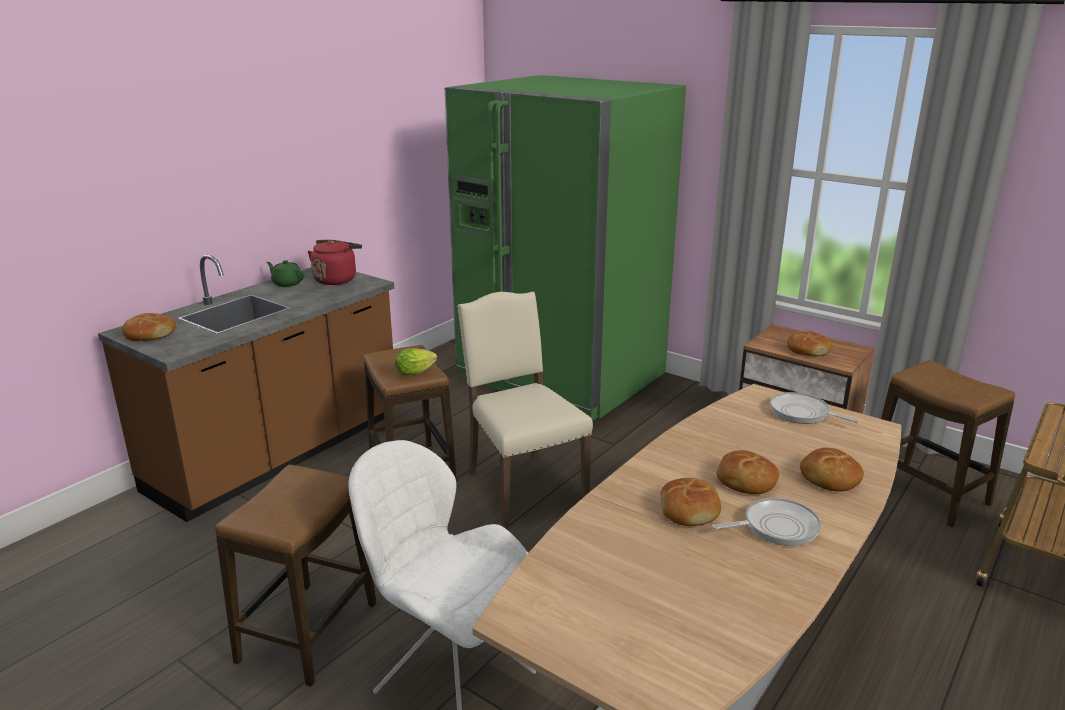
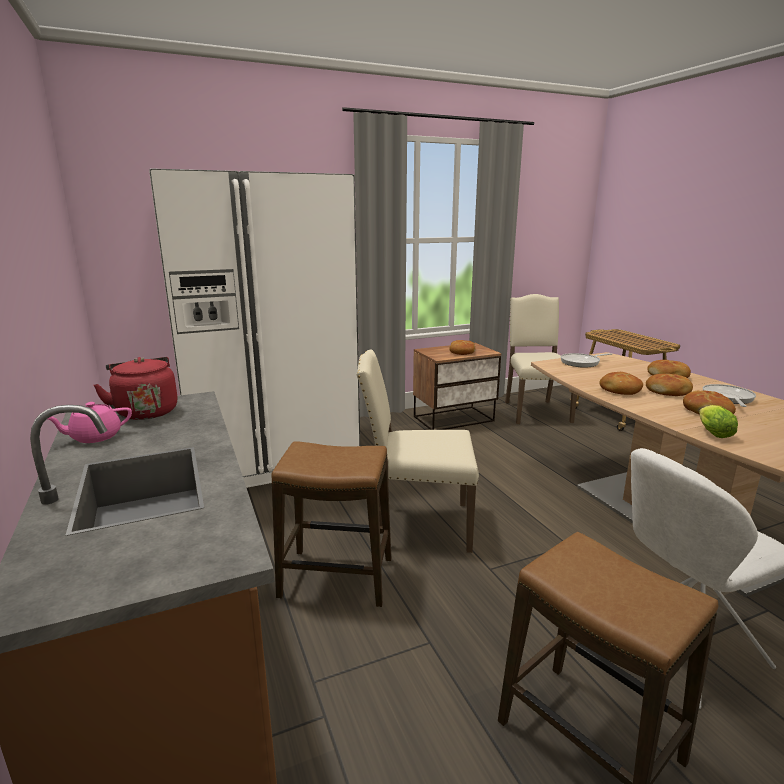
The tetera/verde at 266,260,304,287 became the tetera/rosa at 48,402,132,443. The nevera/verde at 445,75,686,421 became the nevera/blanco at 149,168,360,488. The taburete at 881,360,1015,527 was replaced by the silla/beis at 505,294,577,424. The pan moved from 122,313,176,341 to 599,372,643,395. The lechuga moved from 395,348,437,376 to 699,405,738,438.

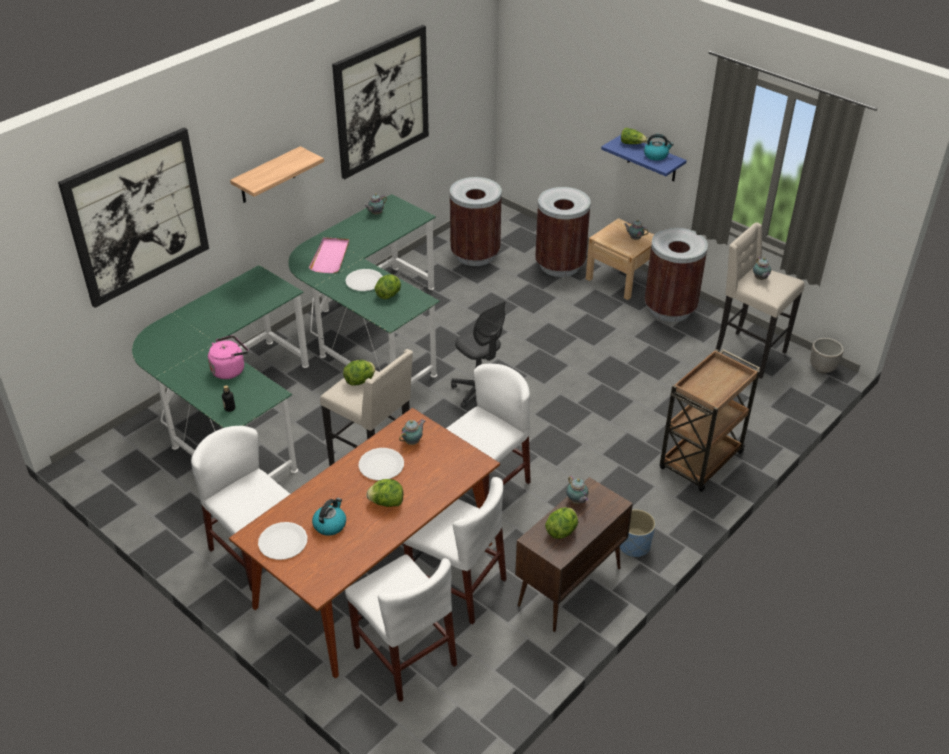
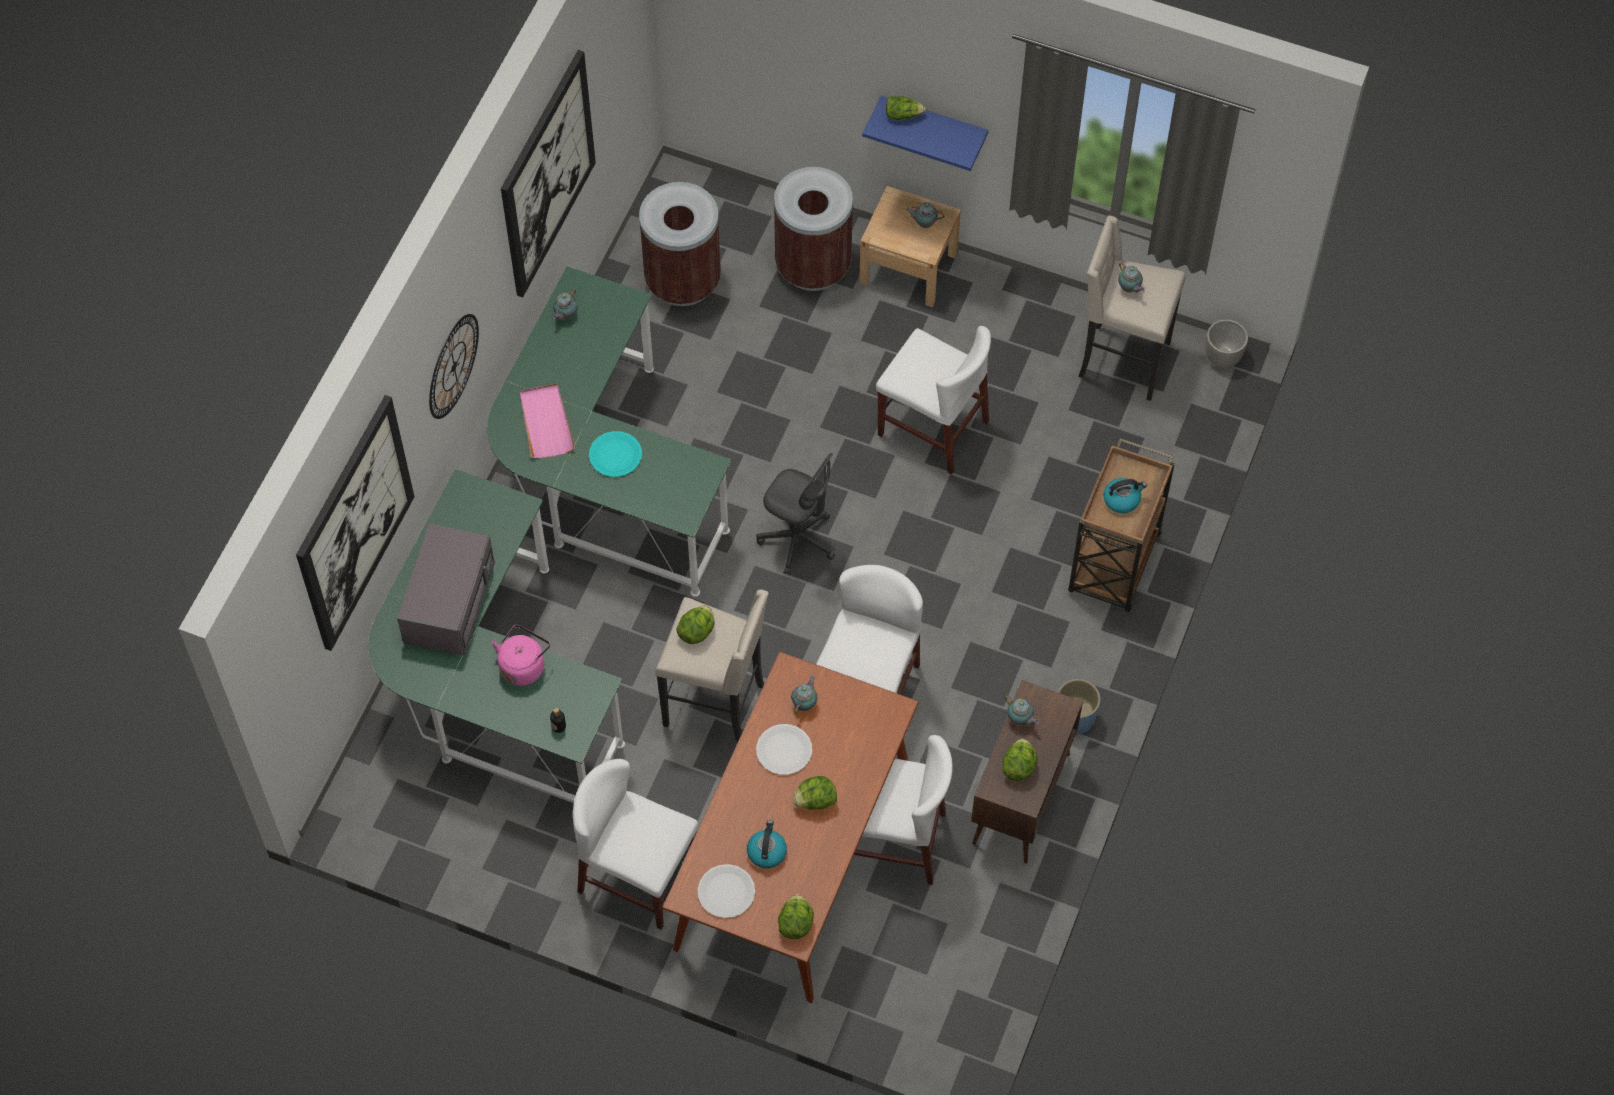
The microondas/gris at 397,524,495,656 appeared. The estante at 230,146,324,203 was replaced by the reloj de pared at 429,314,479,419. The plato/blanco at 345,269,383,291 became the plato/turquesa at 589,431,642,477. The lechuga moved from 374,274,401,299 to 778,894,814,939. The silla/blanco moved from 345,555,457,702 to 876,326,991,475. The hervidor moved from 644,134,674,161 to 1103,478,1147,513. The papelera/marrón at 644,228,708,322 disappeared.

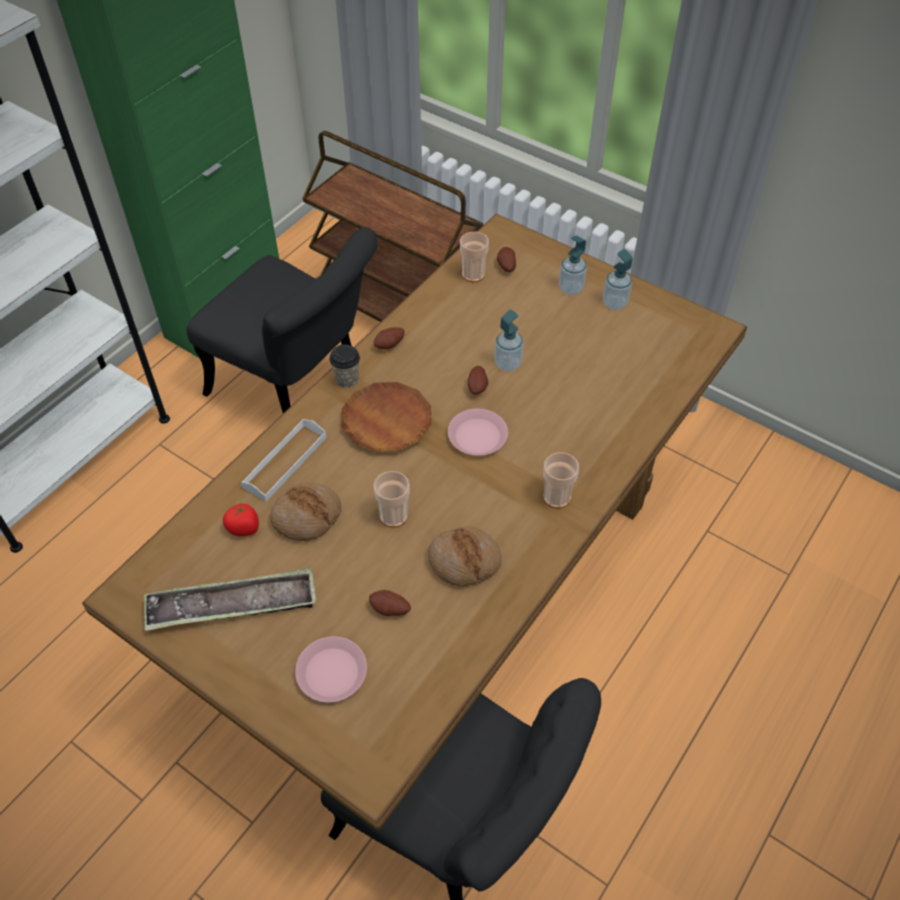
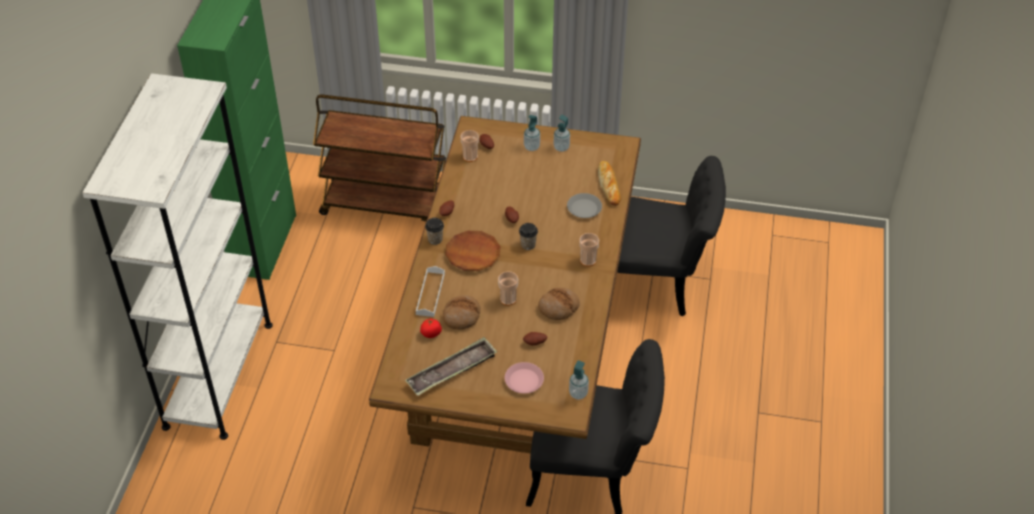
The plato/rosa at 448,409,508,456 was replaced by the taza at 519,223,538,250. The plato/gris at 567,193,602,218 appeared. The dispensador de jabón moved from 495,310,523,371 to 569,360,589,400. The pan at 598,161,621,206 appeared. The silla/negro moved from 187,227,378,413 to 617,156,726,316.

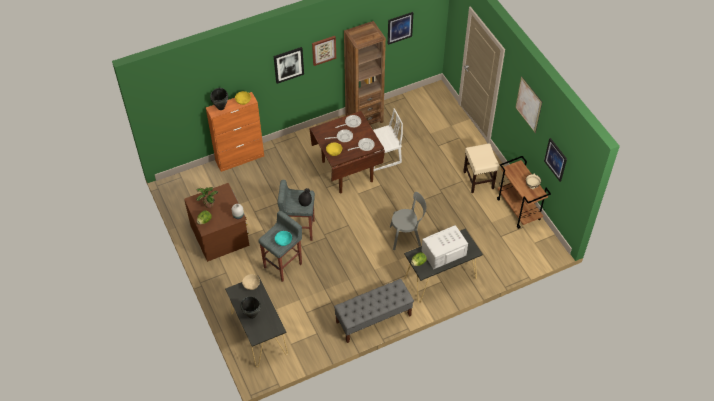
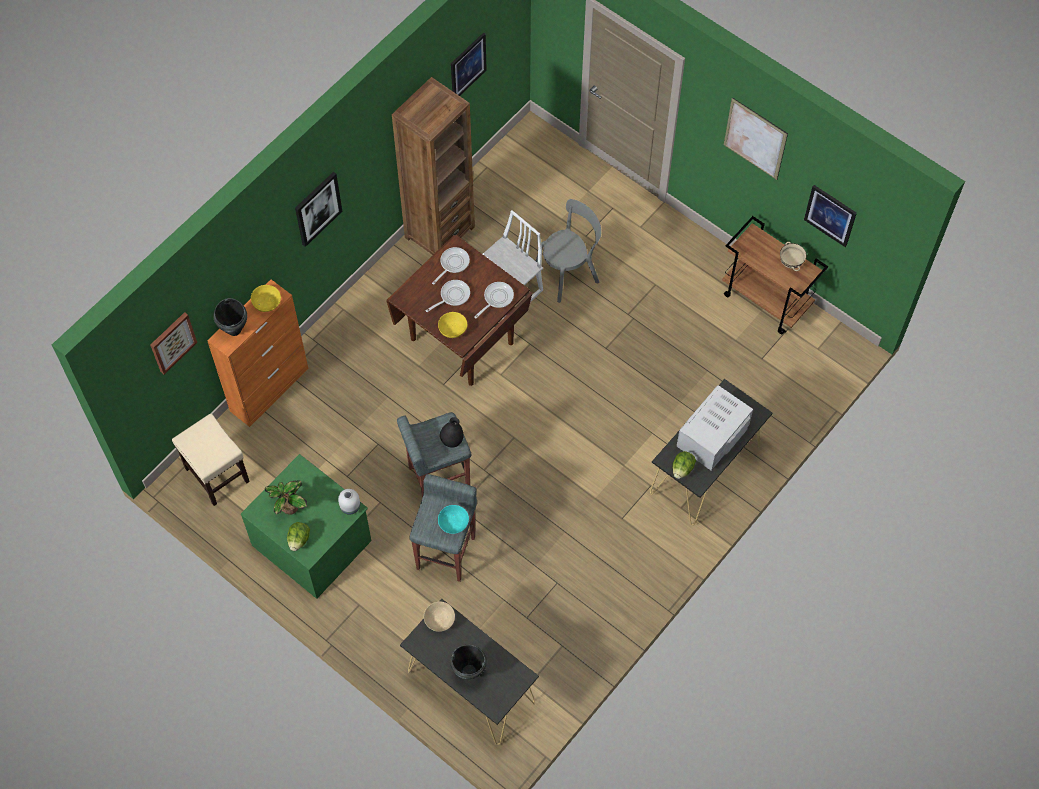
The cuadro moved from 312,36,336,66 to 150,312,197,374. The taburete/beis moved from 463,143,499,193 to 172,413,250,506. The cómoda/marrón at 184,183,249,262 became the cómoda/verde at 241,454,371,599. The silla/gris moved from 390,192,426,250 to 536,199,601,303. The banco/gris at 334,279,414,343 disappeared.

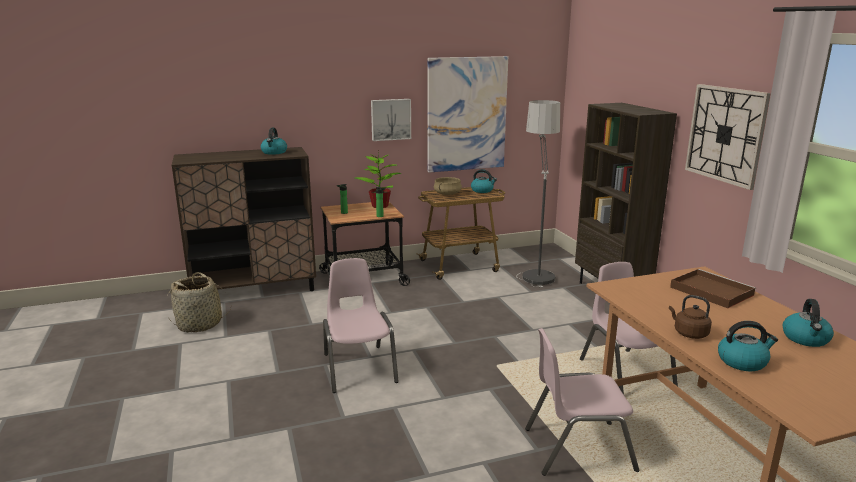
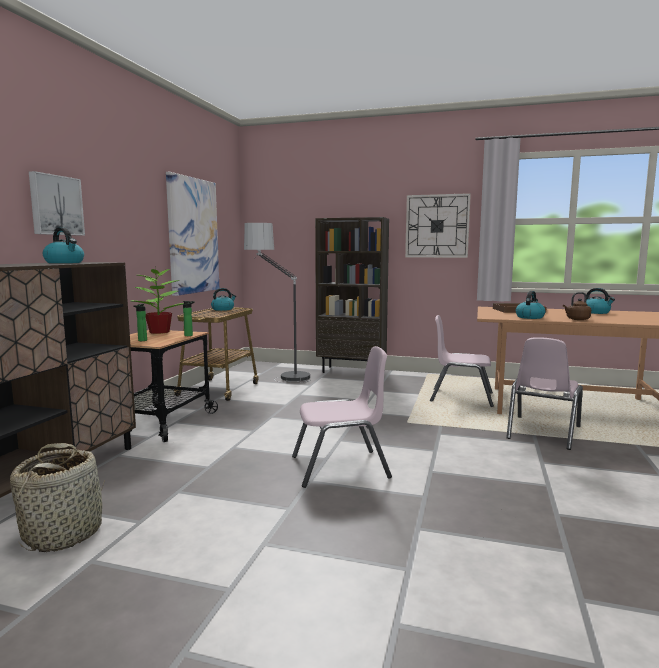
The cuadro moved from 371,99,411,141 to 29,171,85,236. The silla/rosa at 323,258,399,393 turned 150 degrees clockwise. The hervidor moved from 718,321,778,371 to 515,291,546,319. The olla/beis at 434,177,462,195 disappeared.

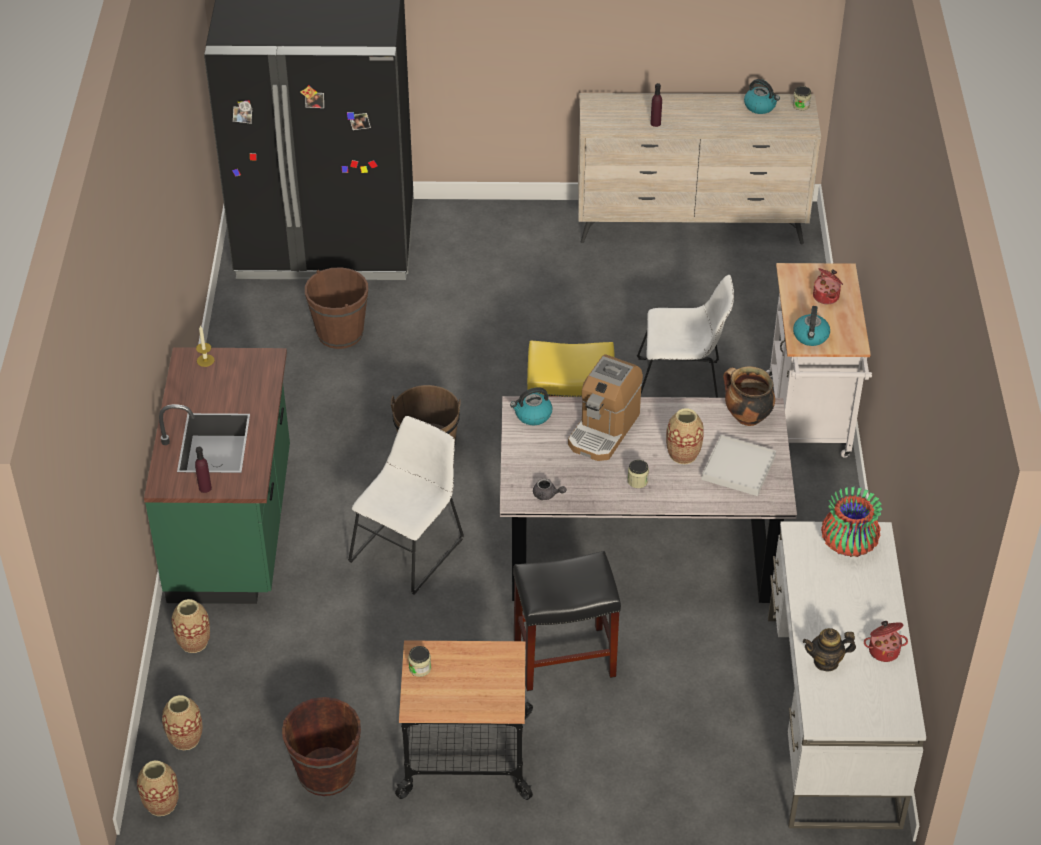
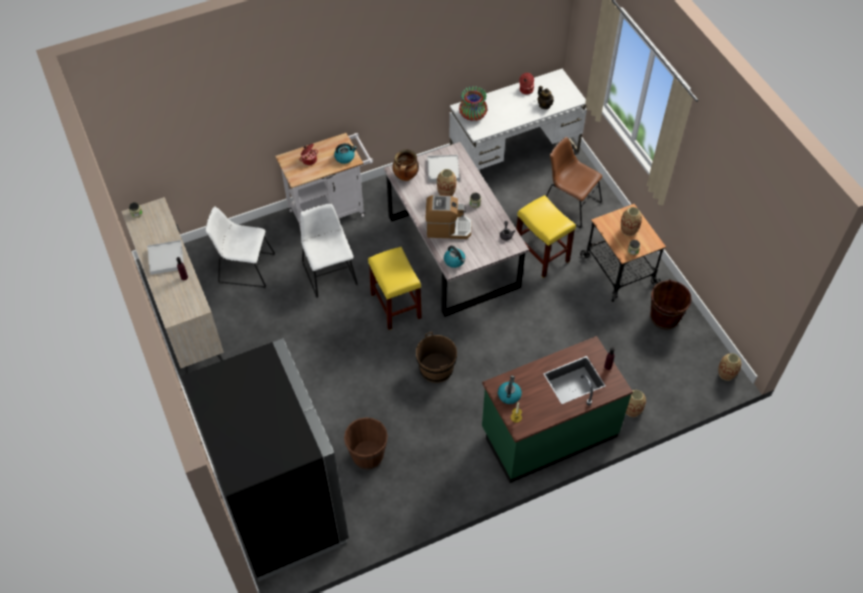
The bandeja/blanco at 147,240,184,275 appeared. The silla/blanco moved from 348,416,464,595 to 206,206,275,288. The hervidor moved from 744,79,780,114 to 498,376,522,404. The taburete/negro at 513,551,621,691 became the taburete/amarillo at 516,195,576,278. The silla/marrón at 546,137,602,228 appeared. The florero moved from 162,695,203,750 to 621,207,642,236.

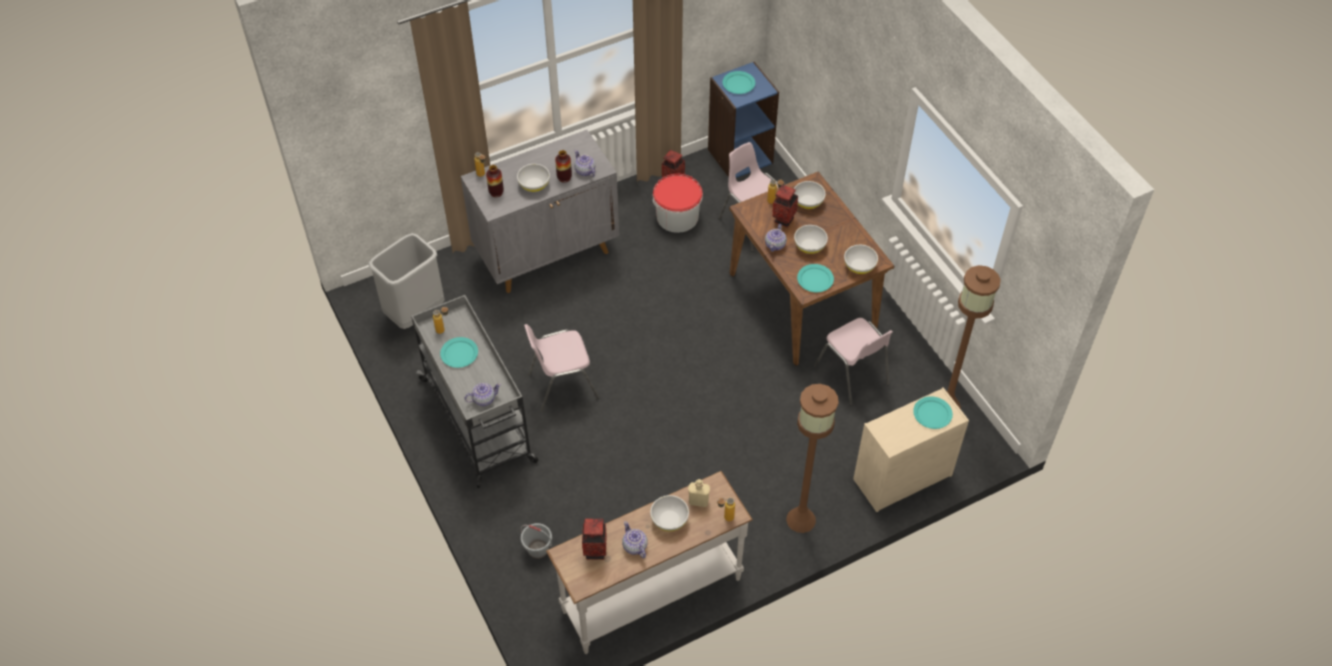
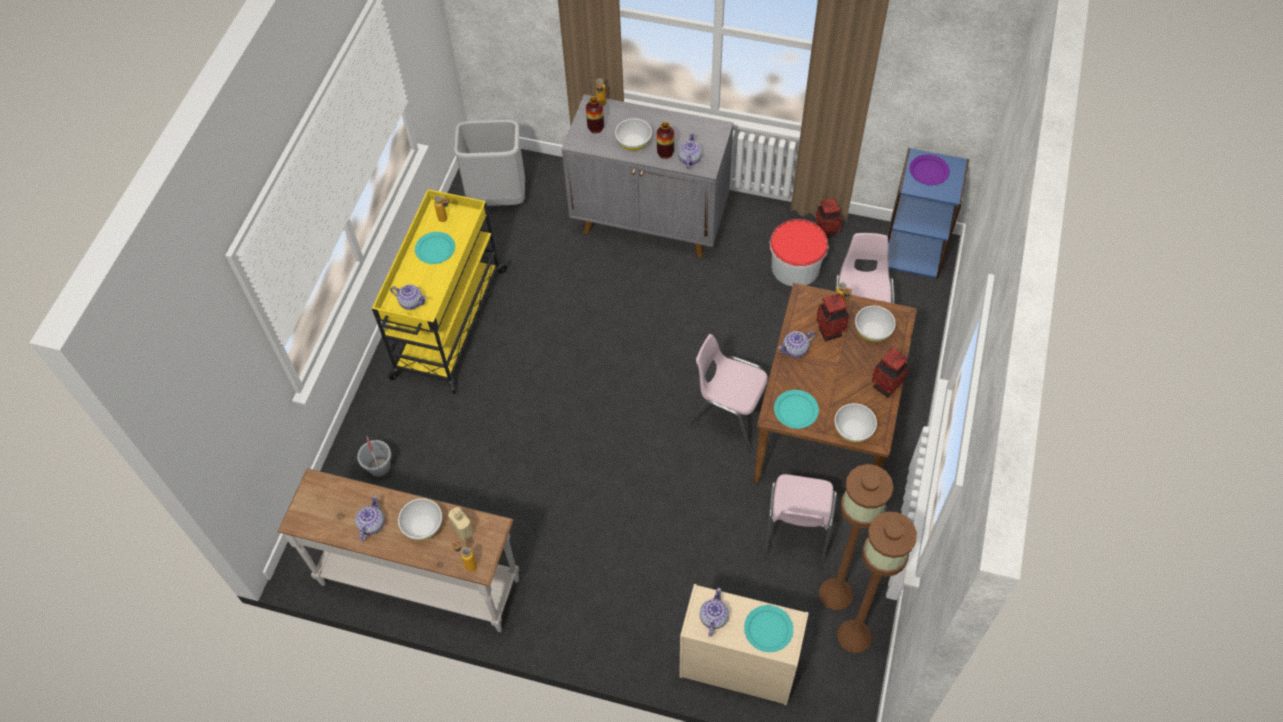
The carrito/gris at 411,295,538,488 became the carrito/amarillo at 372,189,508,394. The silla/rosa moved from 524,324,599,412 to 689,334,768,451. The tetera at 700,588,729,637 appeared. The lámpara de pie/marrón moved from 786,384,838,533 to 819,464,894,610. The florero moved from 582,519,606,560 to 871,348,909,398. The plato/turquesa at 722,71,755,94 became the plato/morado at 909,155,950,185. The cuenco/blanco at 794,225,828,254 disappeared.

